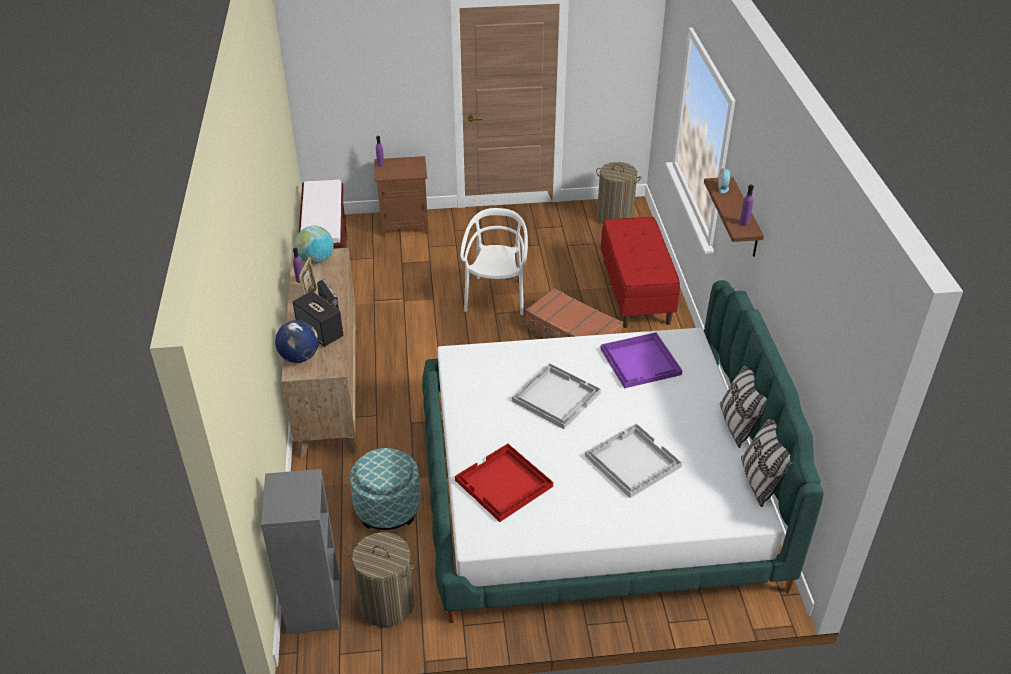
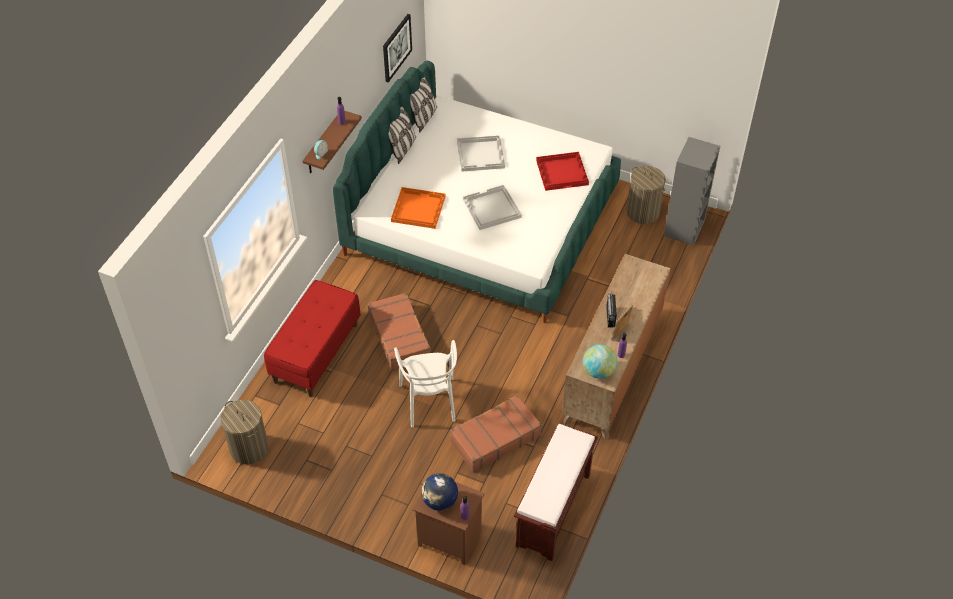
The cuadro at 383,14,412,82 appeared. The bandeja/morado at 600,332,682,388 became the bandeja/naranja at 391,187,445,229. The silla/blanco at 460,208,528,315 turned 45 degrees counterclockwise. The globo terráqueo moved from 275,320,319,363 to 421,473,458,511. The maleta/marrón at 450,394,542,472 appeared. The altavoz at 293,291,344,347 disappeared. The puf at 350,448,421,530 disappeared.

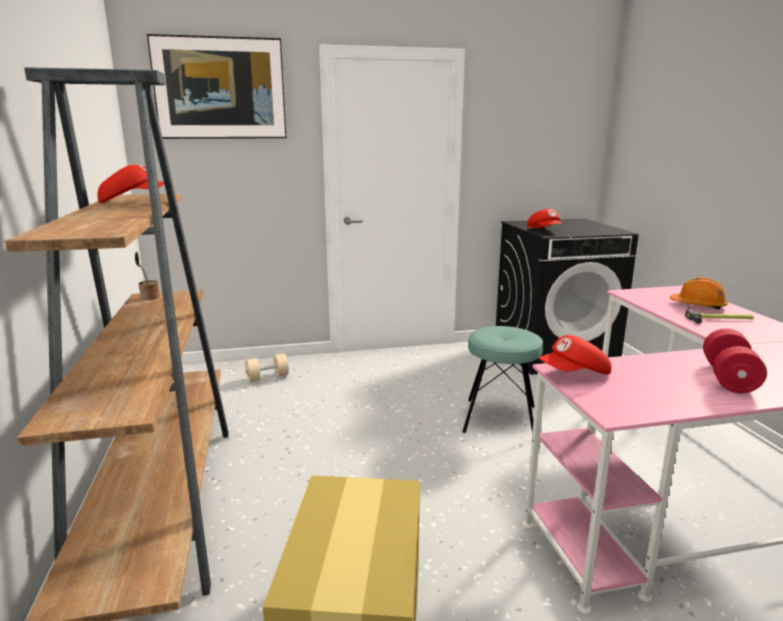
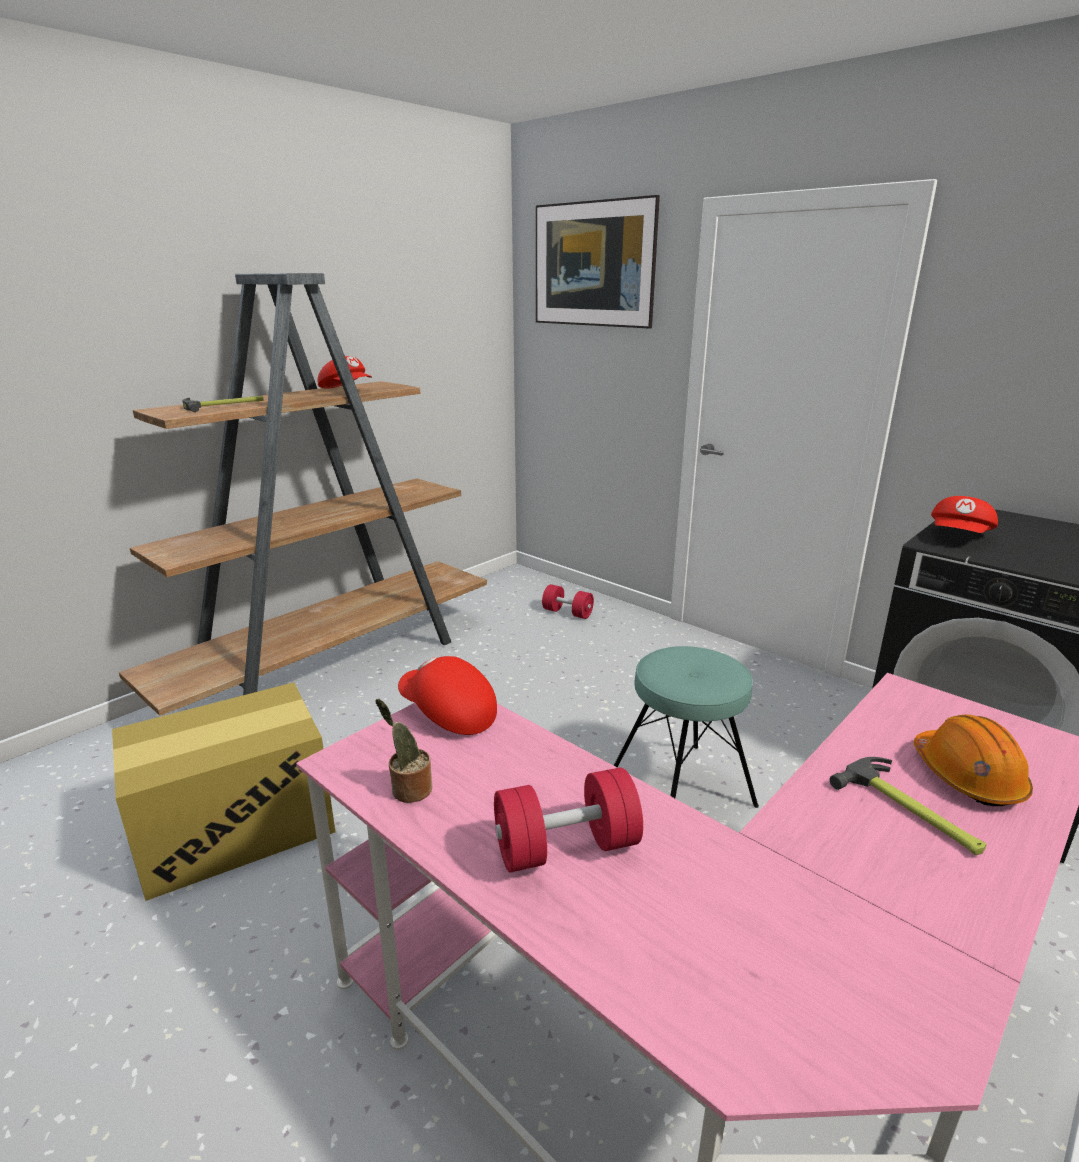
The martillo at 182,396,263,412 appeared. The planta en maceta moved from 134,252,159,300 to 375,698,432,803. The mancuerna/beis at 245,354,289,382 became the mancuerna/rojo at 542,584,594,619.

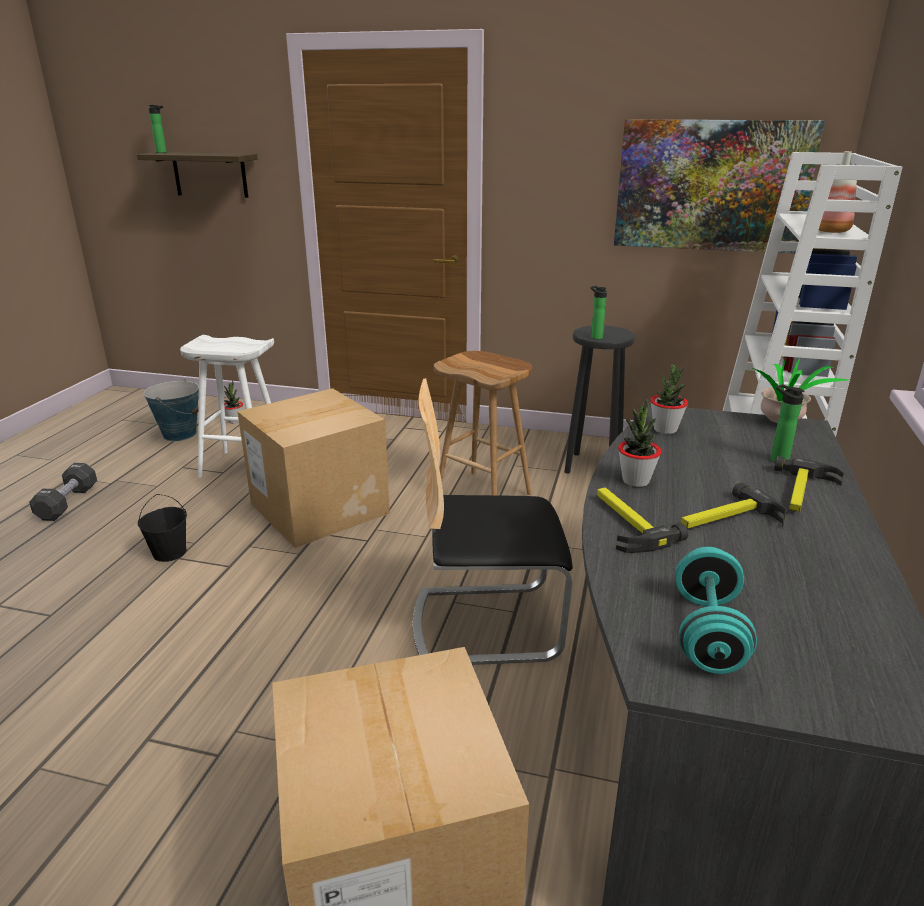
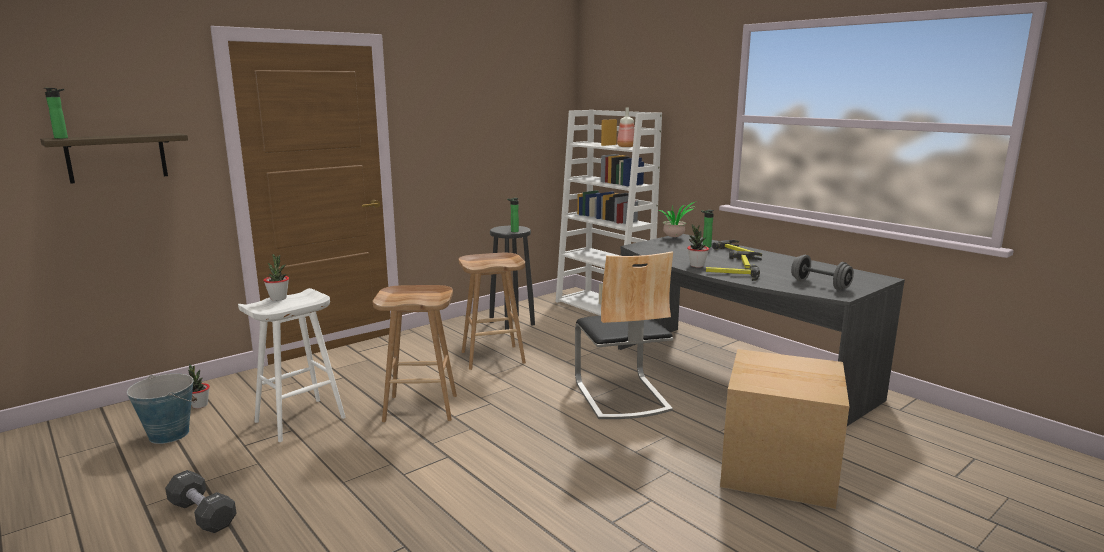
The planta en maceta moved from 650,364,688,434 to 263,254,289,301. The caja de cartón at 237,388,390,548 was replaced by the taburete/marrón at 372,285,457,422. The silla at 413,378,573,665 turned 45 degrees counterclockwise. The mancuerna/turquesa at 675,547,757,674 became the mancuerna/gris at 791,255,854,290. The cubo/negro at 138,494,187,562 disappeared. The cuadro at 614,119,825,253 disappeared.

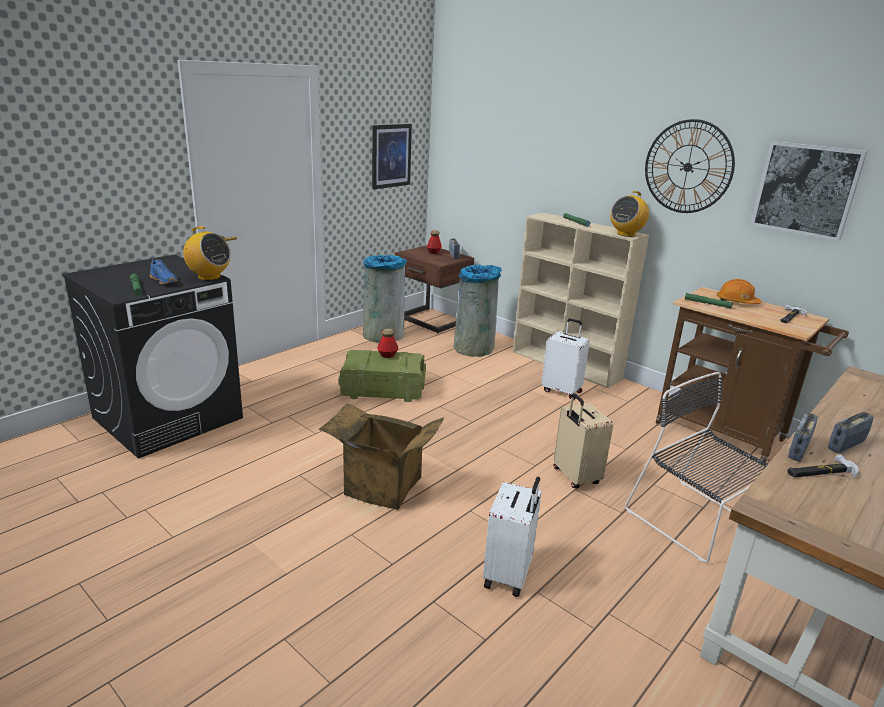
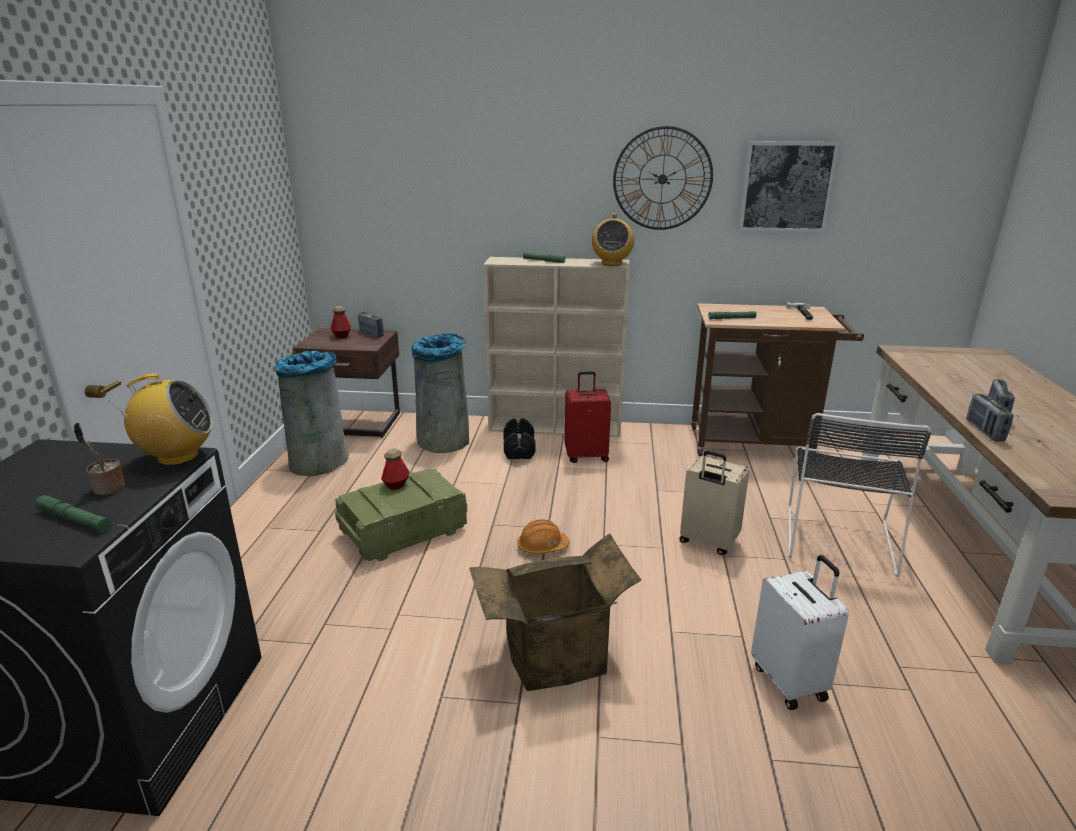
The zapato/azul at 150,257,178,284 was replaced by the planta en maceta at 74,422,126,495. The mancuerna/negro at 503,418,536,459 appeared. The casco/naranja moved from 717,279,761,304 to 517,519,570,554. The maleta/blanco at 541,319,590,399 became the maleta/rojo at 565,371,611,463. The silla/negro at 625,372,768,563 turned 90 degrees counterclockwise. The cuadro at 372,124,412,189 disappeared. The martillo at 787,454,859,479 disappeared.

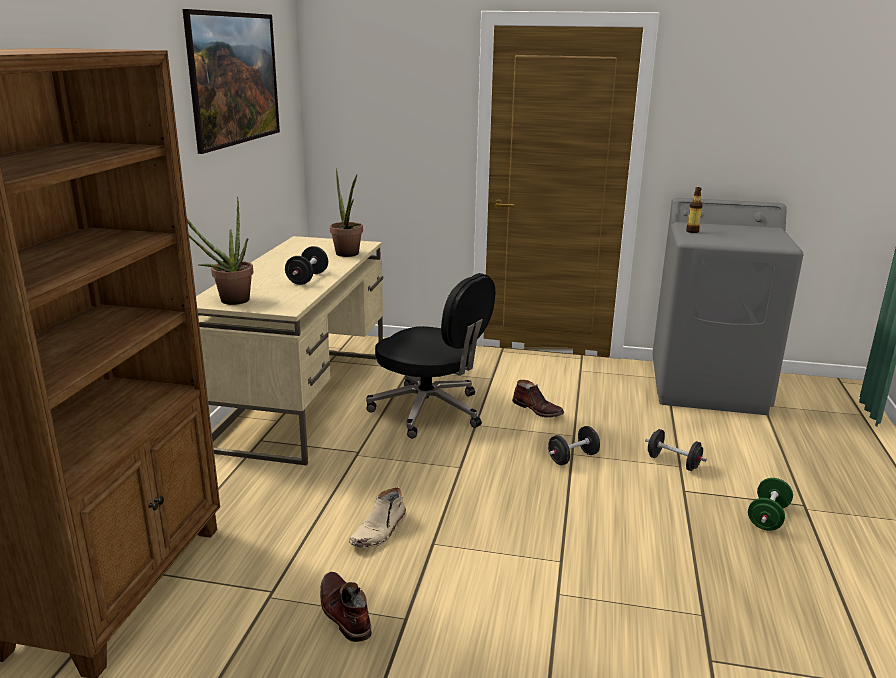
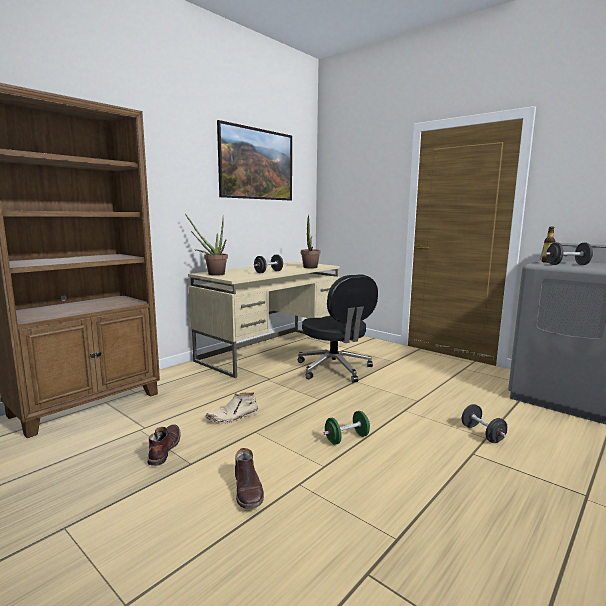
The bota/marrón moved from 512,380,564,417 to 235,448,264,508. The mancuerna/verde moved from 748,478,793,531 to 323,411,370,445. The mancuerna/negro moved from 548,426,600,465 to 545,242,593,265.

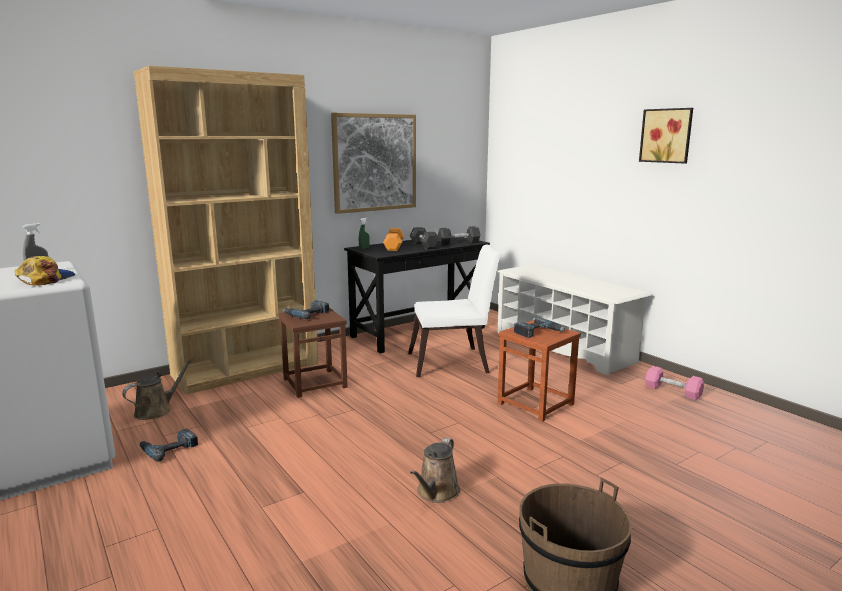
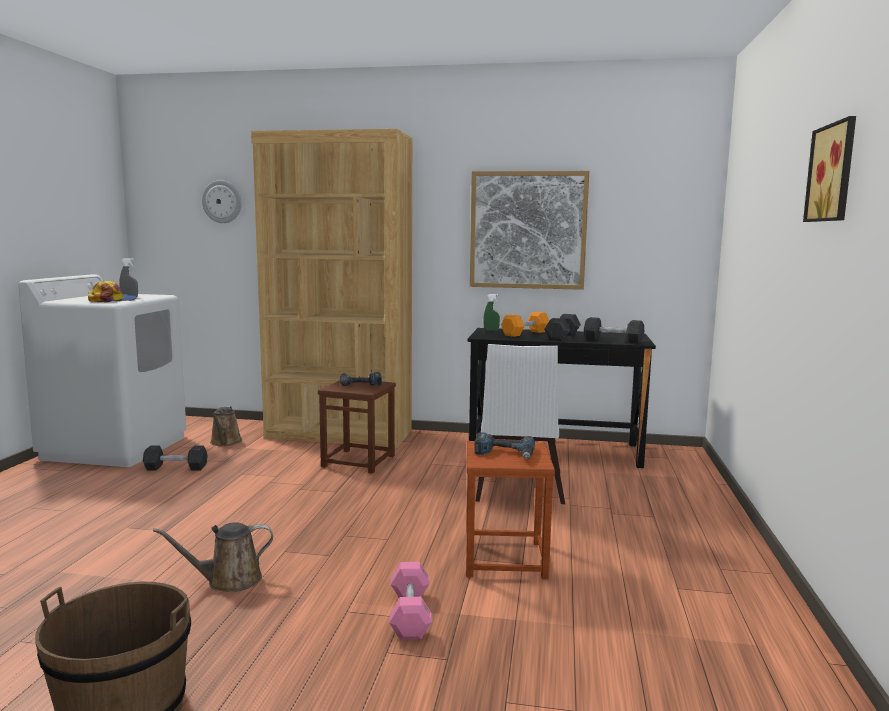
The taladro at 140,429,198,462 was replaced by the mancuerna/negro at 143,446,208,471. The reloj de pared at 202,180,241,223 appeared. The regadera/marrón at 122,359,193,420 turned 90 degrees clockwise. The mancuerna/rosa moved from 645,366,704,400 to 389,562,432,640. The silla/blanco at 408,244,500,377 turned 60 degrees clockwise. The zapatero/blanco at 497,264,652,375 disappeared.

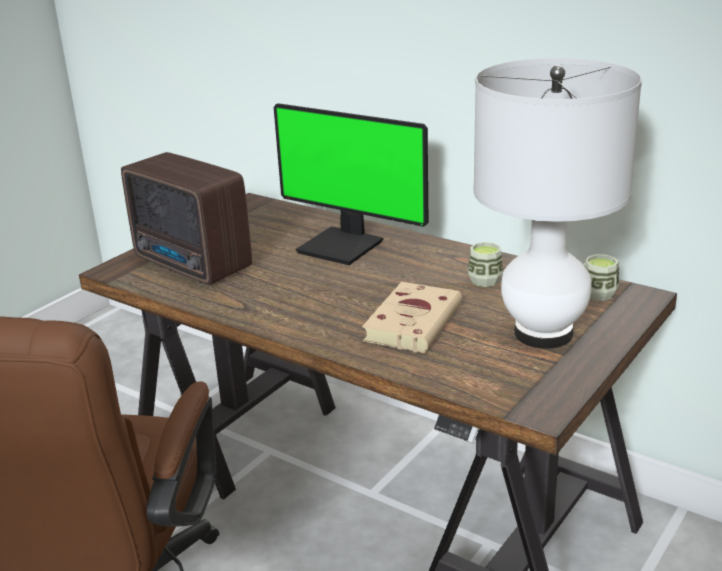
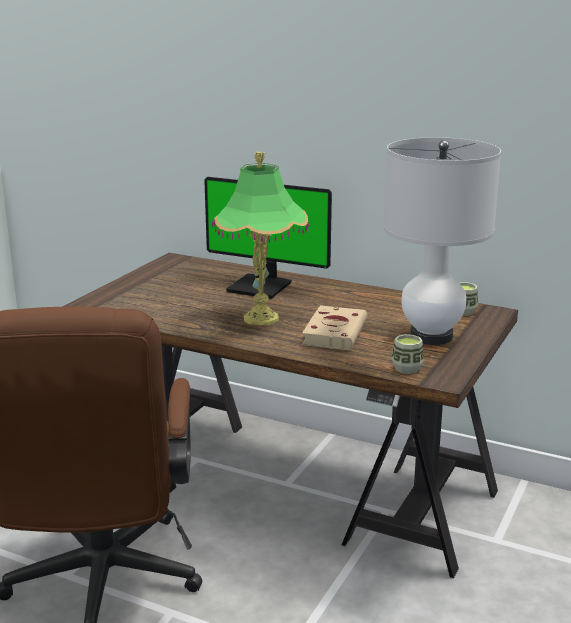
The lámpara de mesa at 212,152,309,325 appeared. The taza moved from 468,242,503,287 to 392,334,423,374. The radio at 121,152,252,285 disappeared.

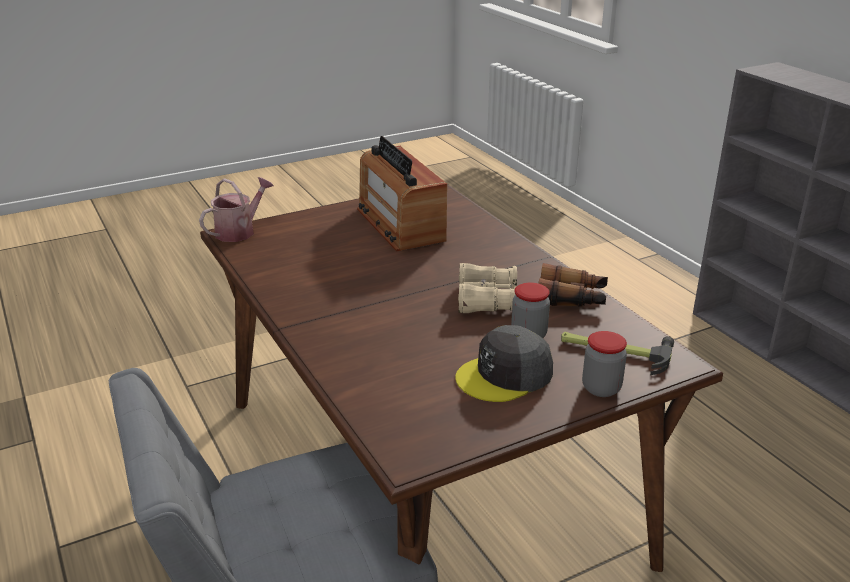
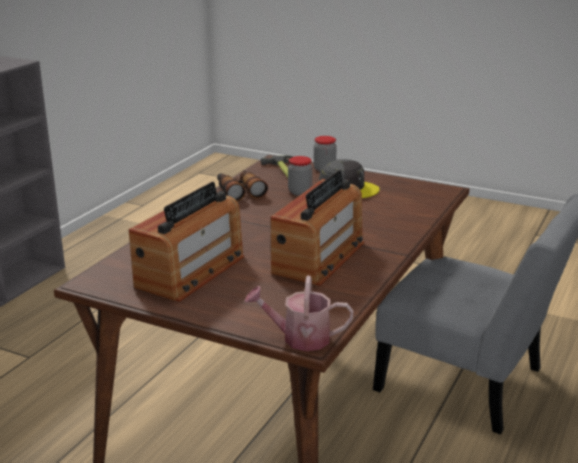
The radio at 271,170,364,286 appeared. The prismáticos/beis at 458,263,517,314 disappeared.

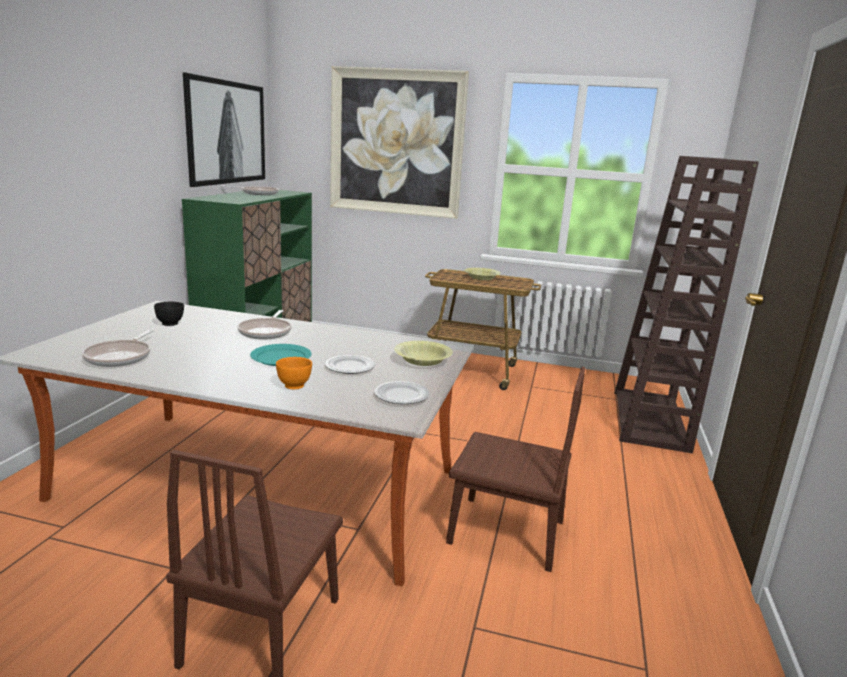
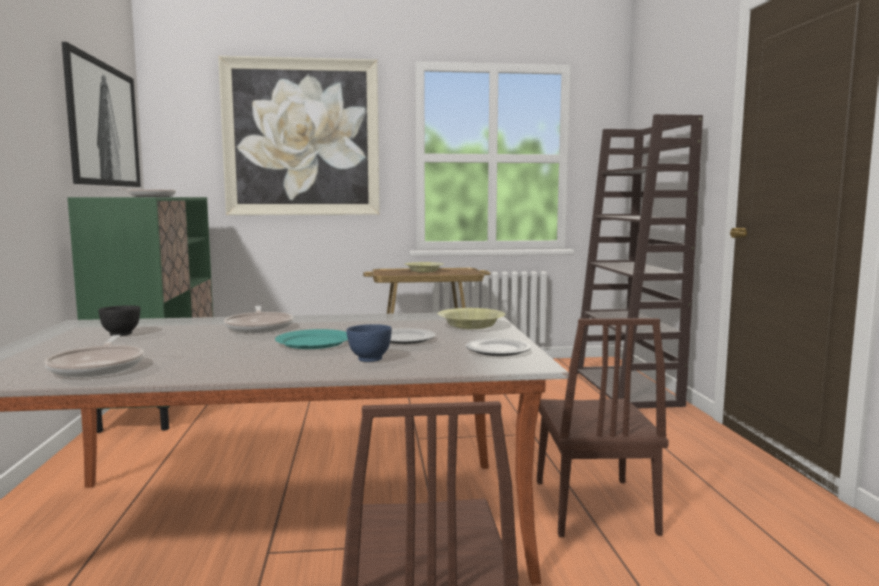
The cuenco/naranja at 276,357,312,389 became the cuenco/azul at 346,324,392,362. The silla/marrón at 446,367,585,572 turned 90 degrees clockwise.

